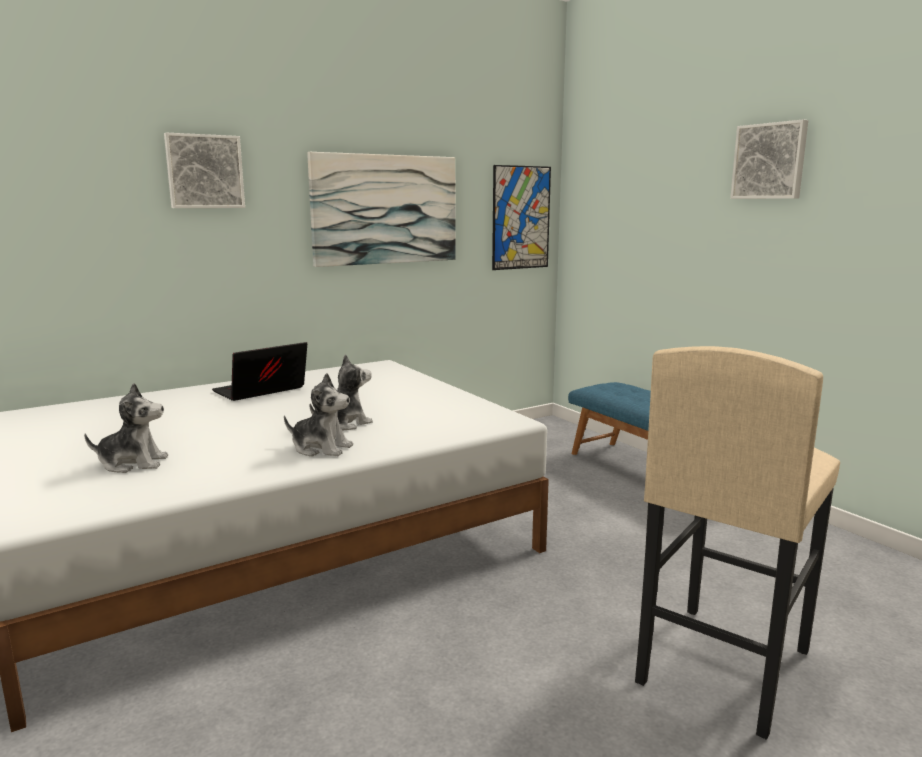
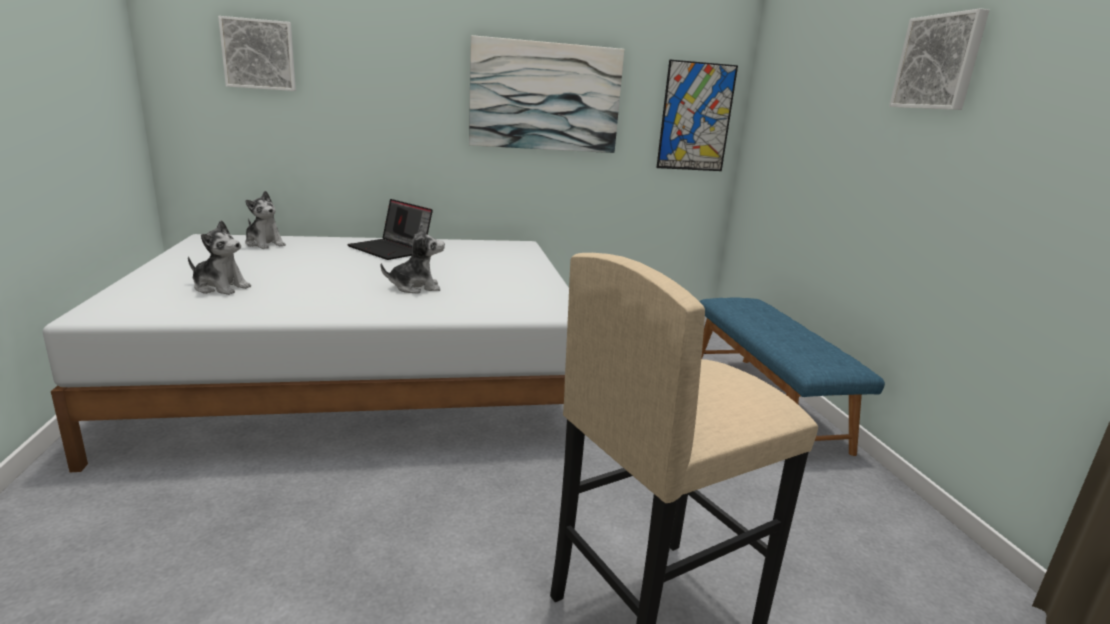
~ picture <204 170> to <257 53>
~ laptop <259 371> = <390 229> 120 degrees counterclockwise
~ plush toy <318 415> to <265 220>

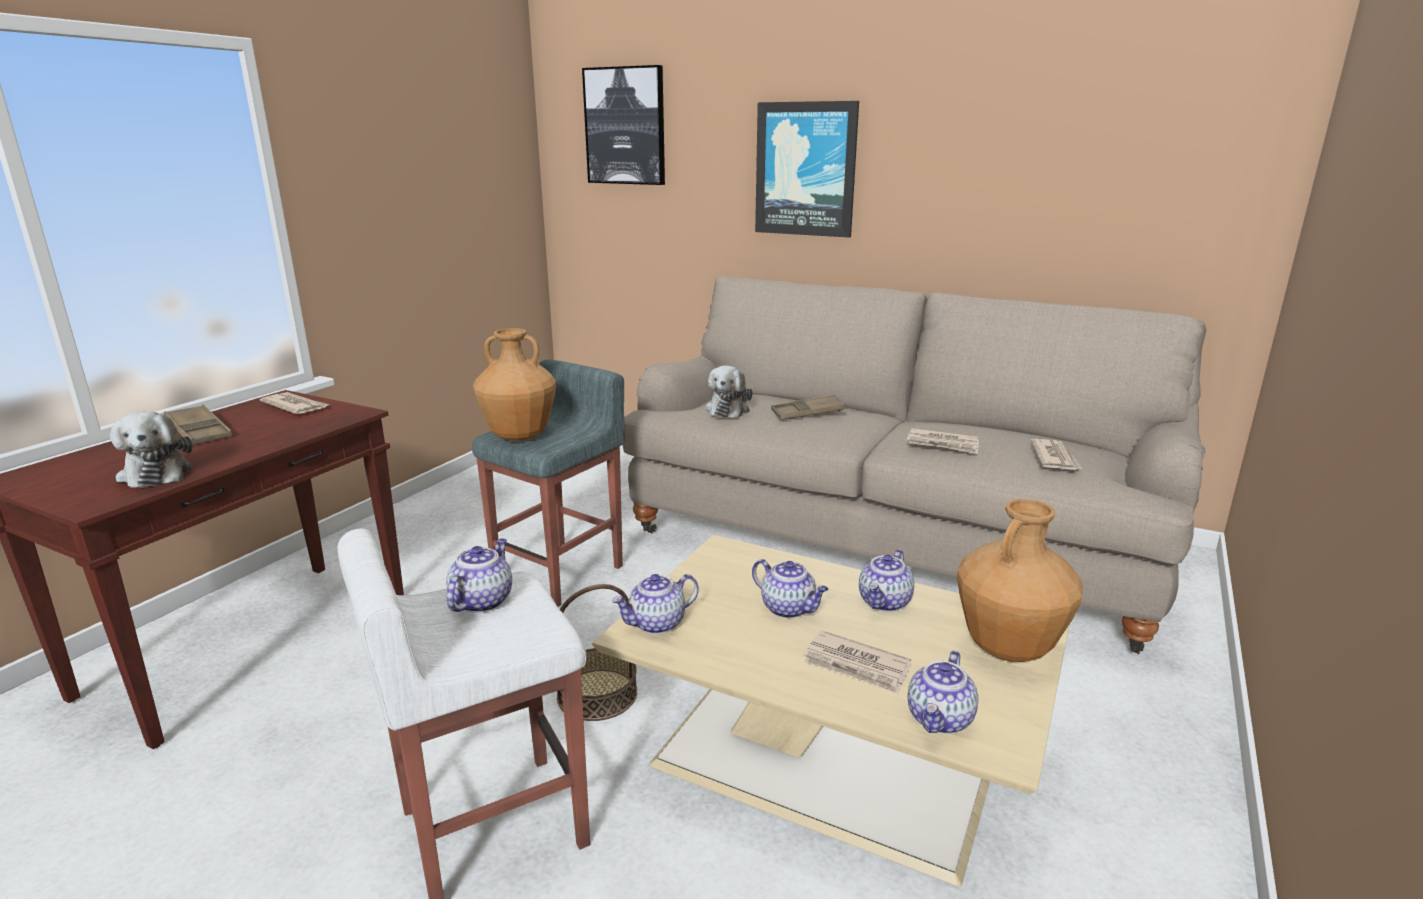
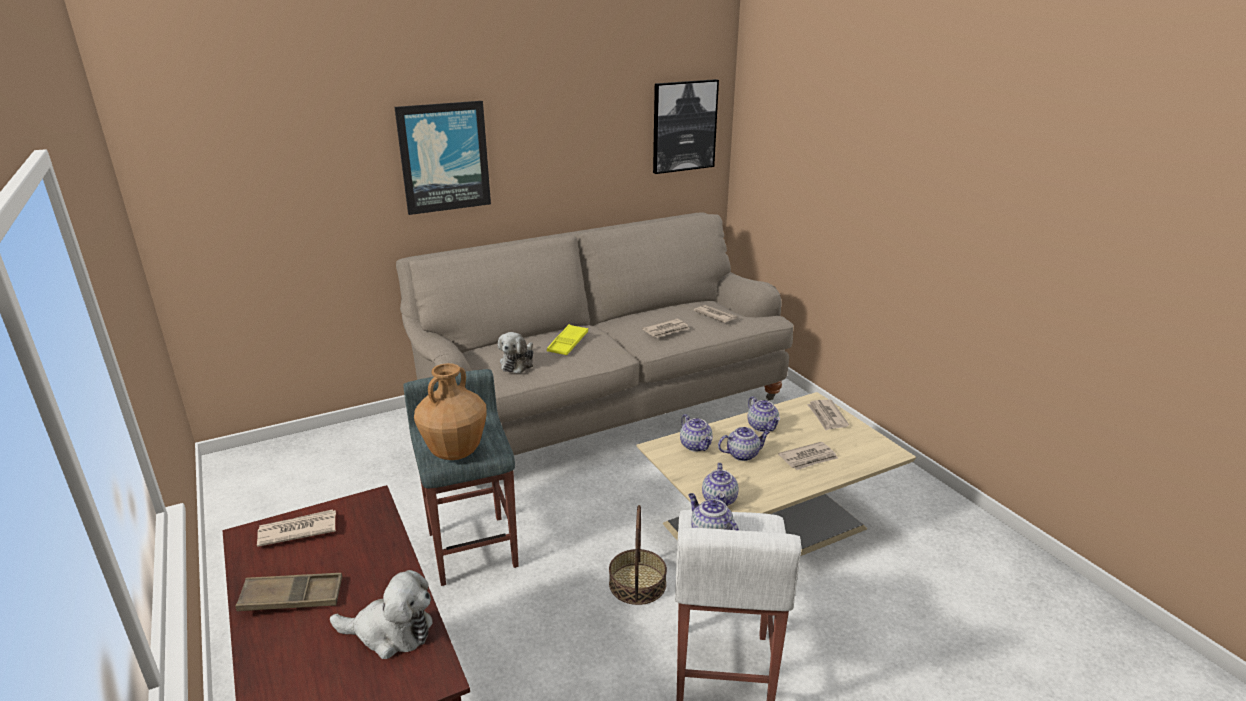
~ picture <623 125> to <686 126>
~ plush toy <729 391> = <515 353> 60 degrees clockwise
~ tray (brown) <808 407> to tray (yellow) <567 339>
~ teapot <943 692> to <696 433>
~ vase (brown) <1020 580> to newspaper <828 414>

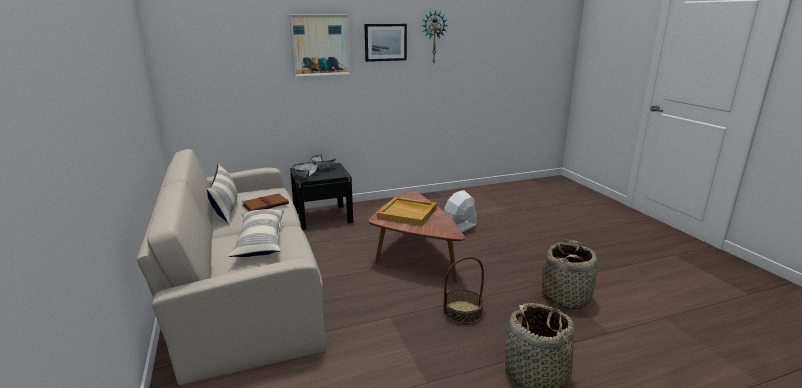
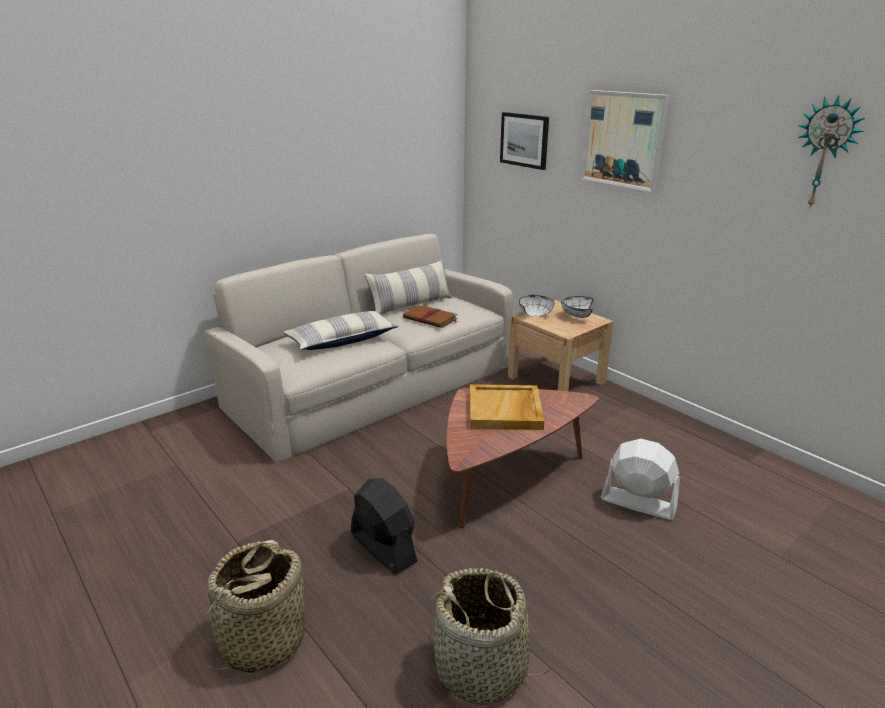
~ nightstand (black) <321 196> to nightstand (beige) <561 345>
~ picture <385 43> to <524 141>
~ basket <463 290> to fan (black) <384 526>

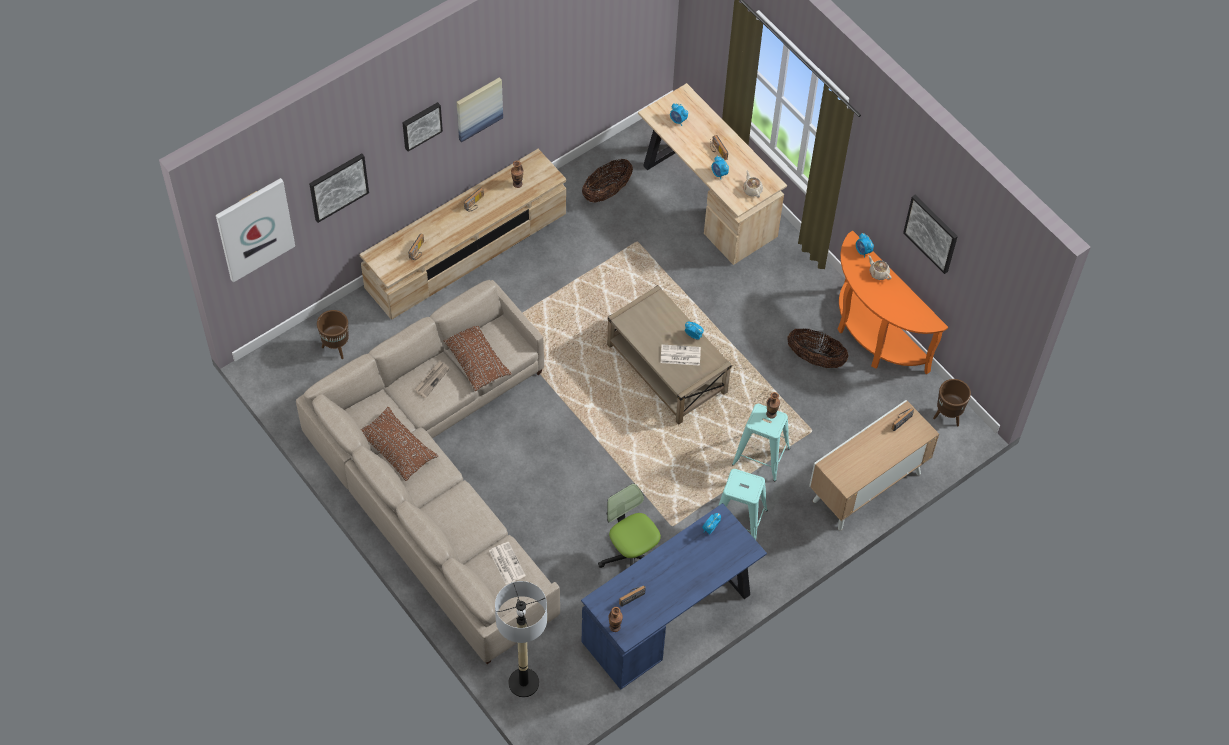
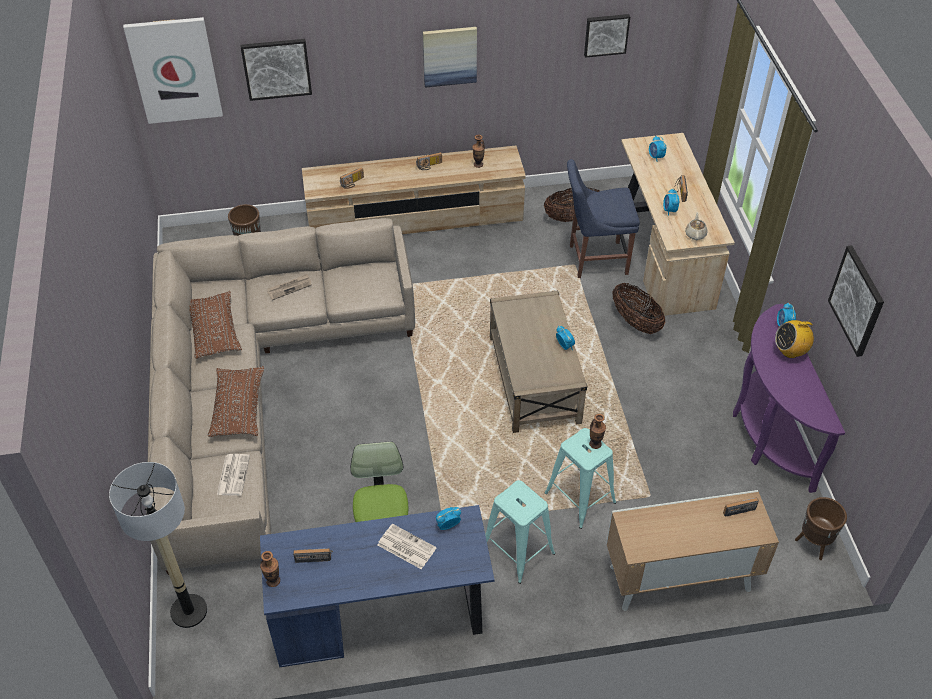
~ picture <422 127> to <607 36>
~ pillow (brown) <477 358> to <236 401>
~ newspaper <680 355> to <407 546>
~ basket <817 348> to <638 308>
~ console table (orange) <893 302> to console table (purple) <789 398>
~ teapot (beige) <880 267> to radio <794 339>
+ chair (blue) <603 218>

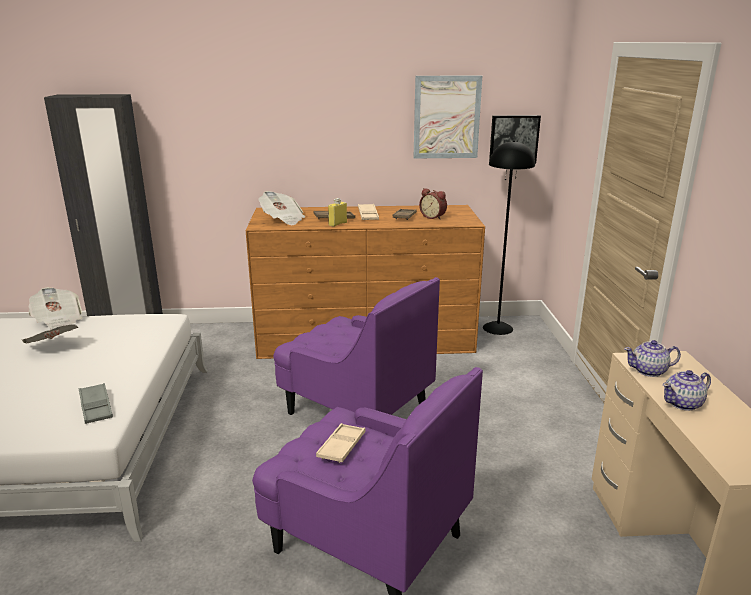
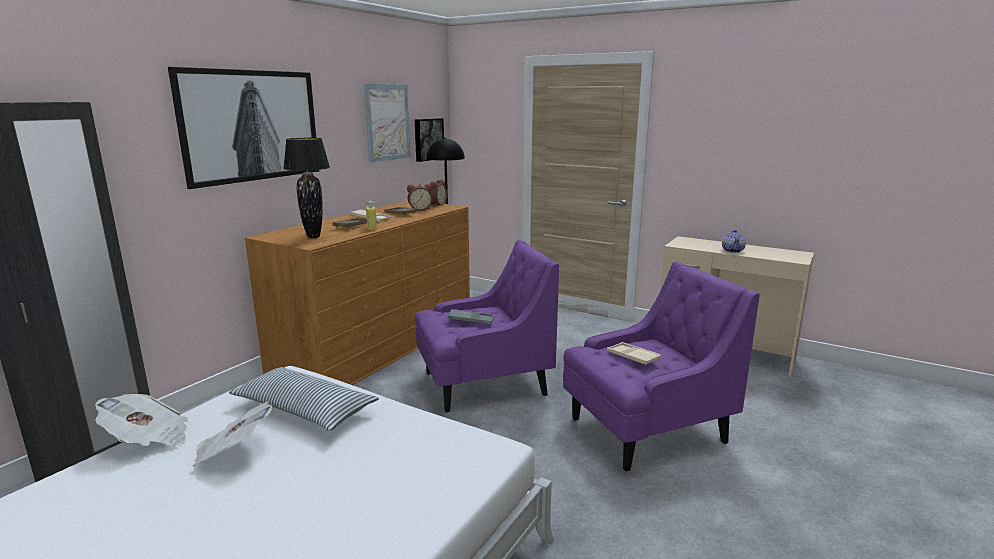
~ tray (grey) <96 403> to <471 316>
~ newspaper <282 208> to table lamp (black) <306 188>
- teapot <652 358>
+ picture <243 128>
+ pillow <304 399>
+ alarm clock <437 193>

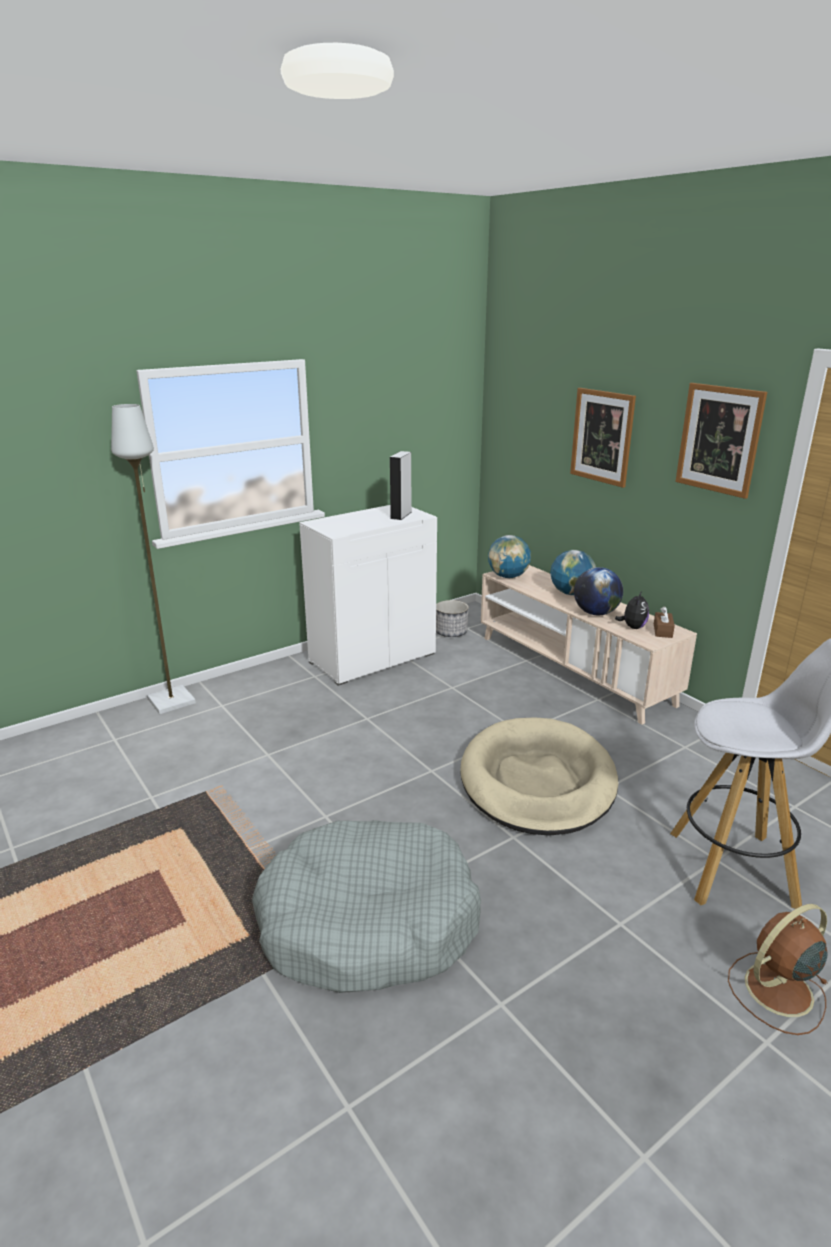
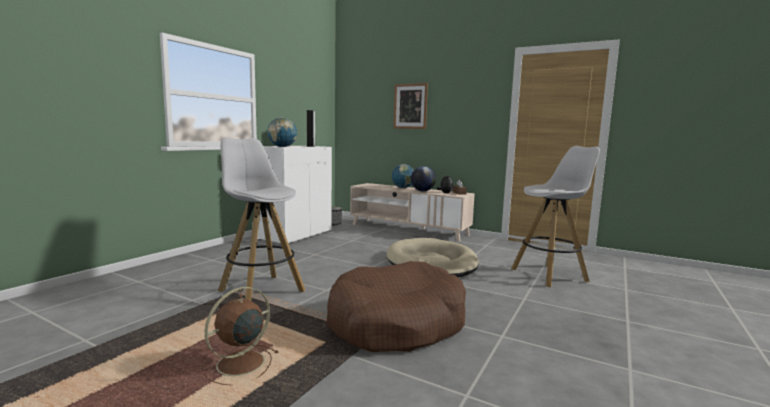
- floor lamp (grey) <153 559>
~ dog bed (grey) <366 906> to dog bed (brown) <396 306>
~ globe <509 556> to <282 132>
- picture <721 441>
~ fan (brown) <778 969> to <240 336>
+ stool (white) <261 219>

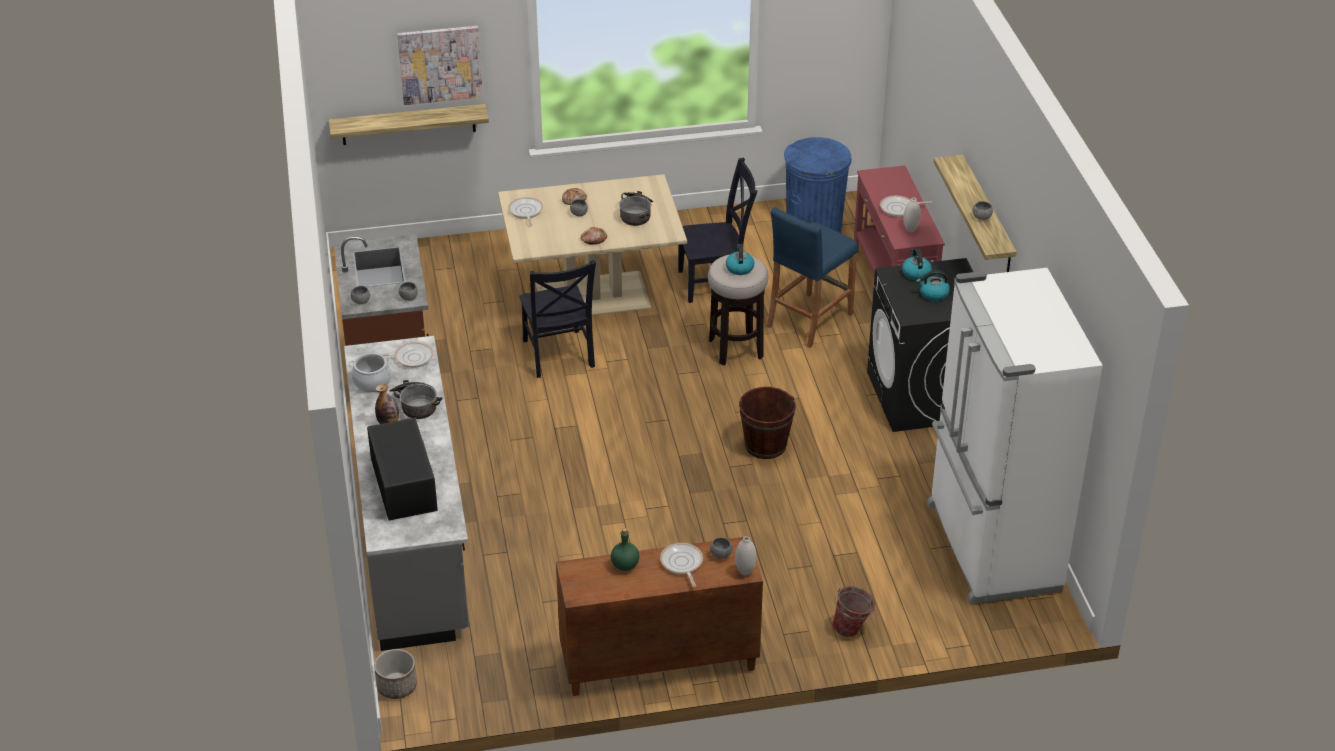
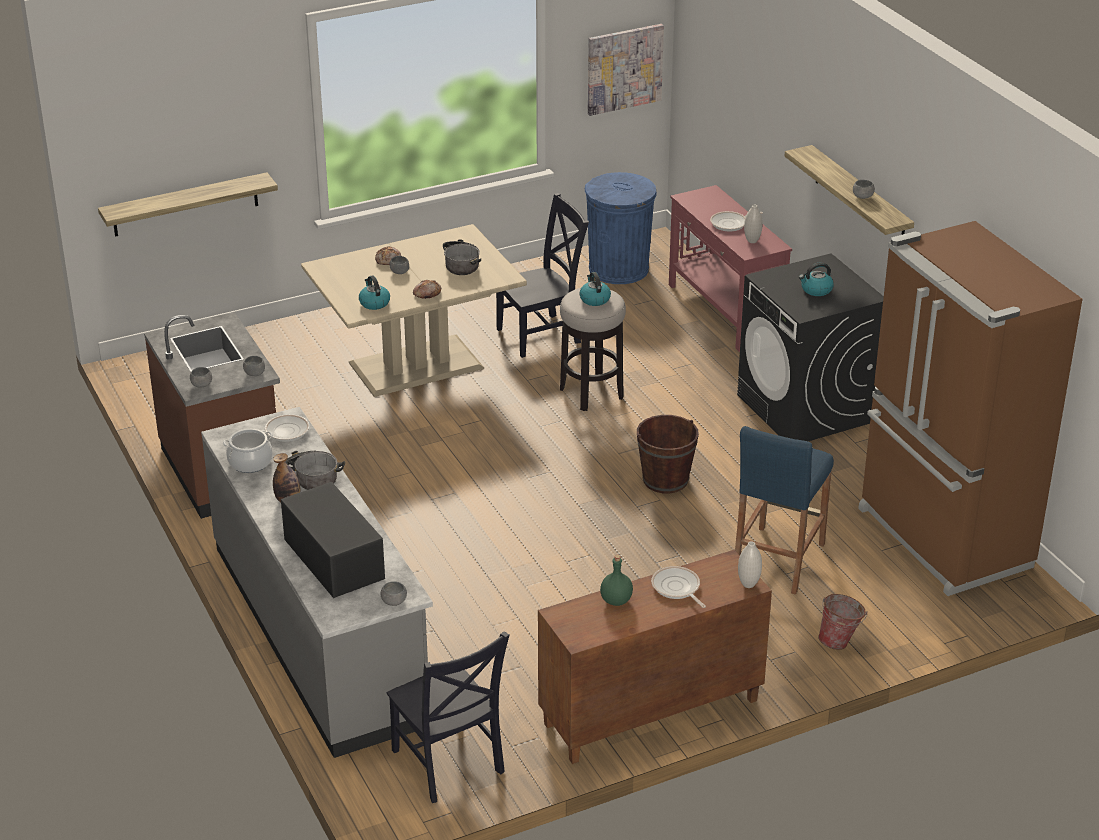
- planter <395 674>
~ picture <440 65> to <626 70>
- frying pan <525 212>
~ chair (black) <557 319> to <448 717>
~ bowl (grey) <721 548> to <394 593>
~ stool (blue) <812 277> to <784 510>
~ kettle <917 264> to <374 293>
~ fridge (white) <1015 436> to fridge (brown) <970 408>

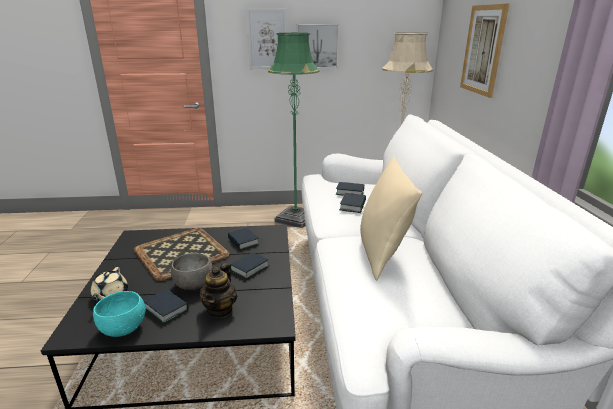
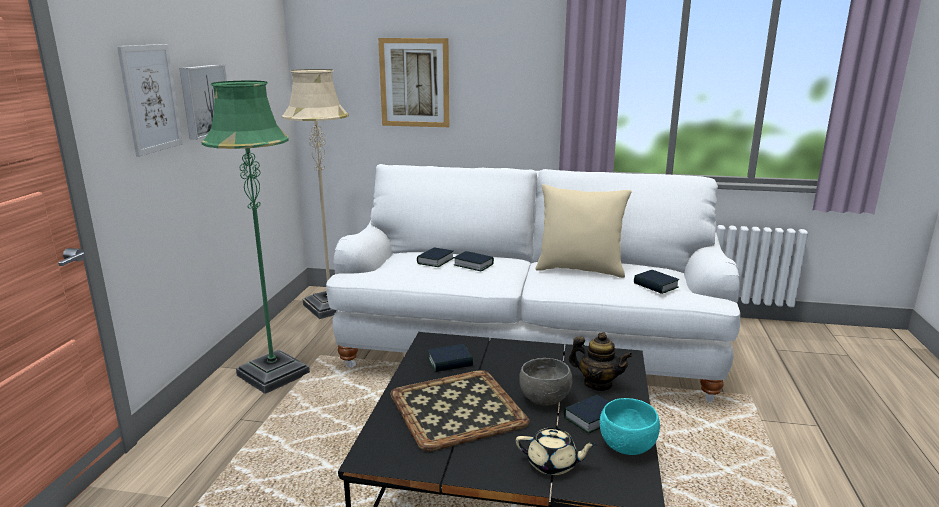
~ book <249 265> to <656 282>

